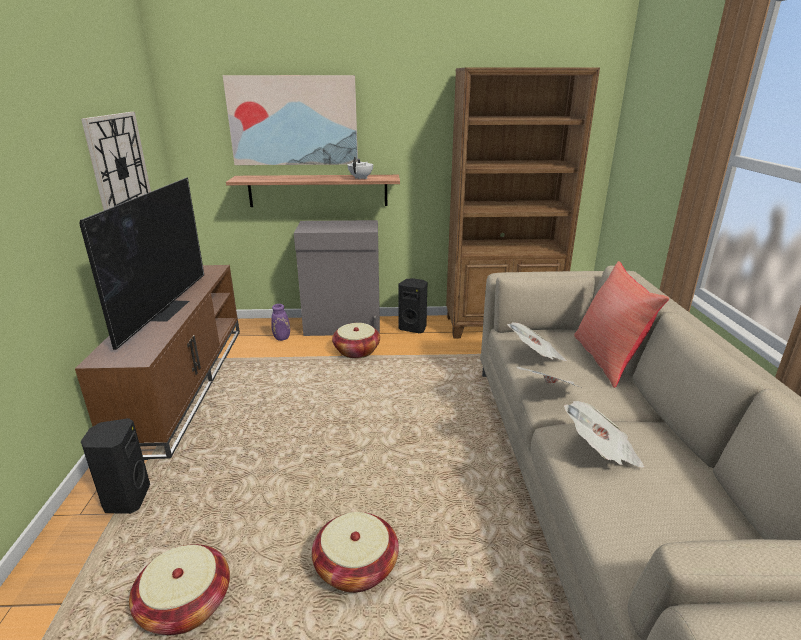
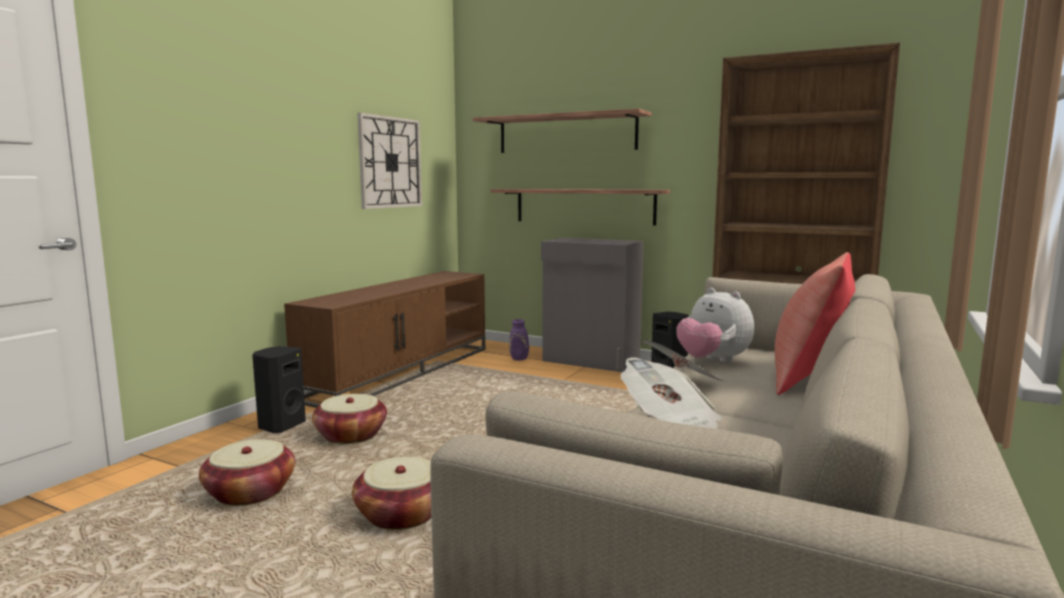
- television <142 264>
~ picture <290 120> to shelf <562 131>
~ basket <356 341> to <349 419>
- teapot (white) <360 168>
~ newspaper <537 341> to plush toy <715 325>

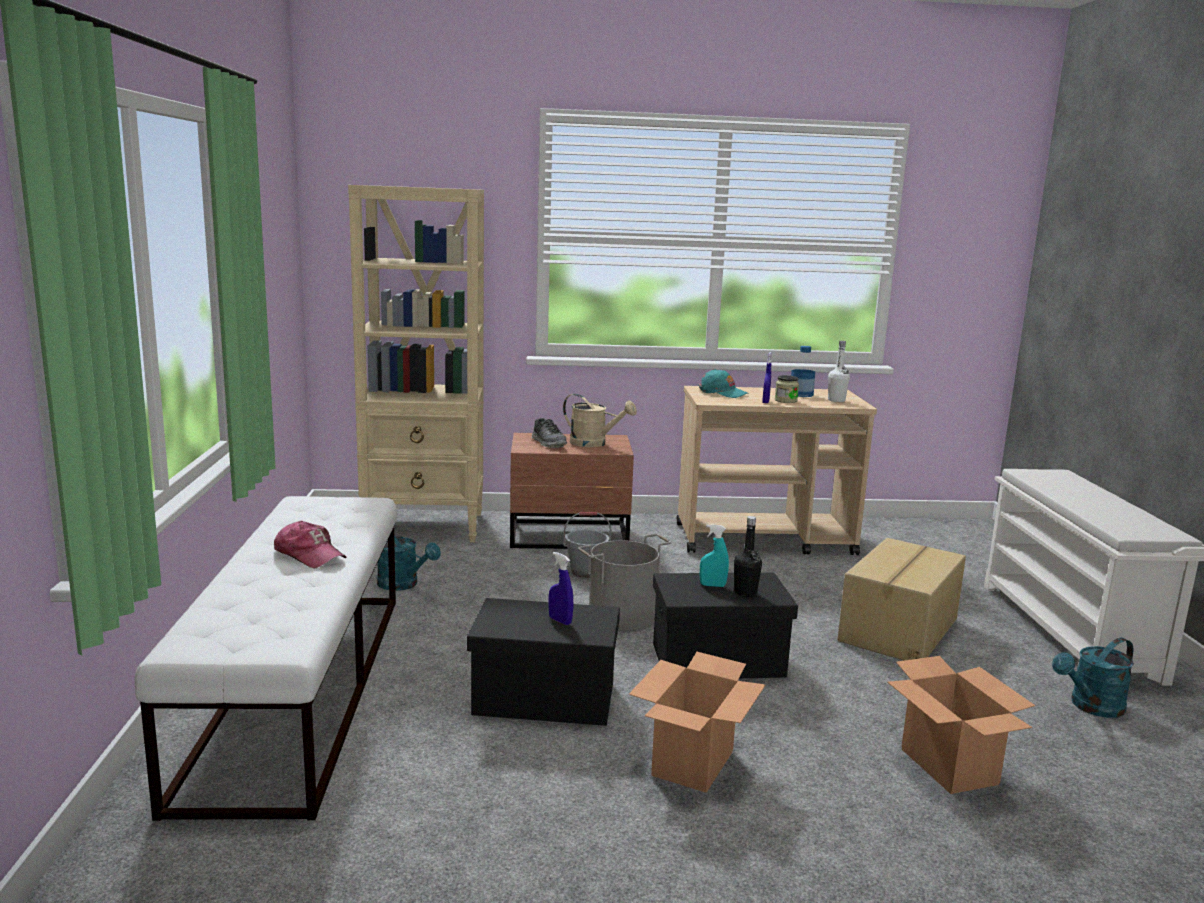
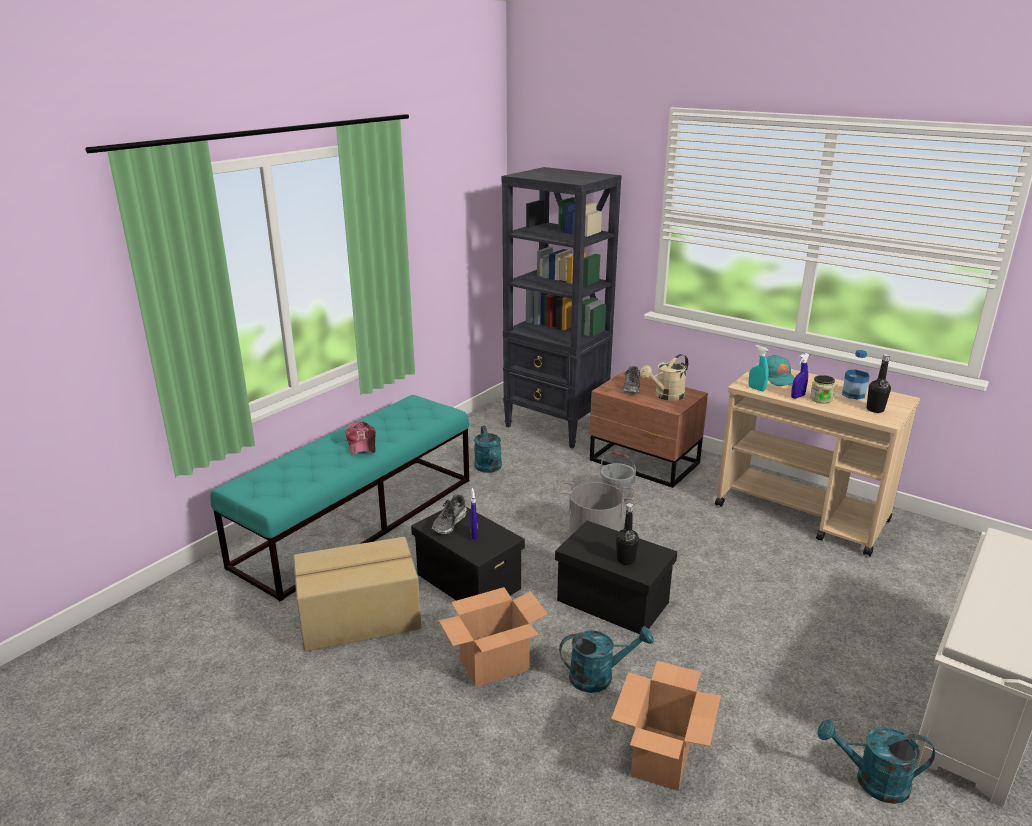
~ bench (white) <266 658> to bench (turquoise) <339 498>
~ bookcase (beige) <416 364> to bookcase (black) <562 308>
~ watering can (beige) <600 420> = <664 377> 75 degrees clockwise
~ spray bottle (turquoise) <714 555> to <759 368>
~ bottle (white) <839 371> to bottle (black) <878 383>
~ cardboard box <901 599> to <357 594>
+ shoe <449 514>
+ watering can (turquoise) <606 659>

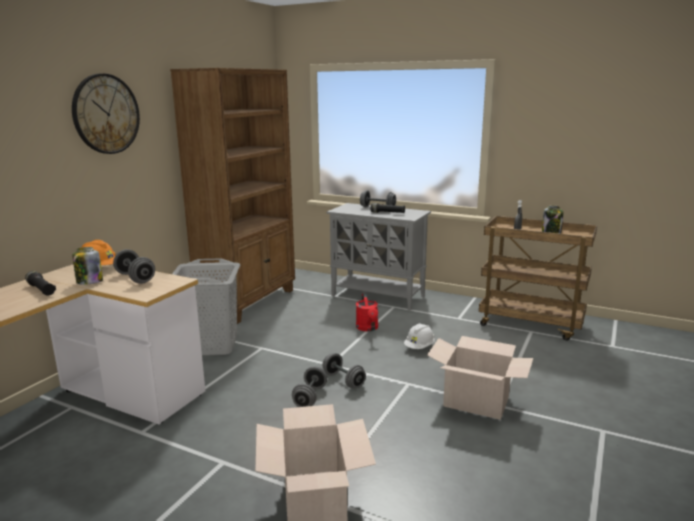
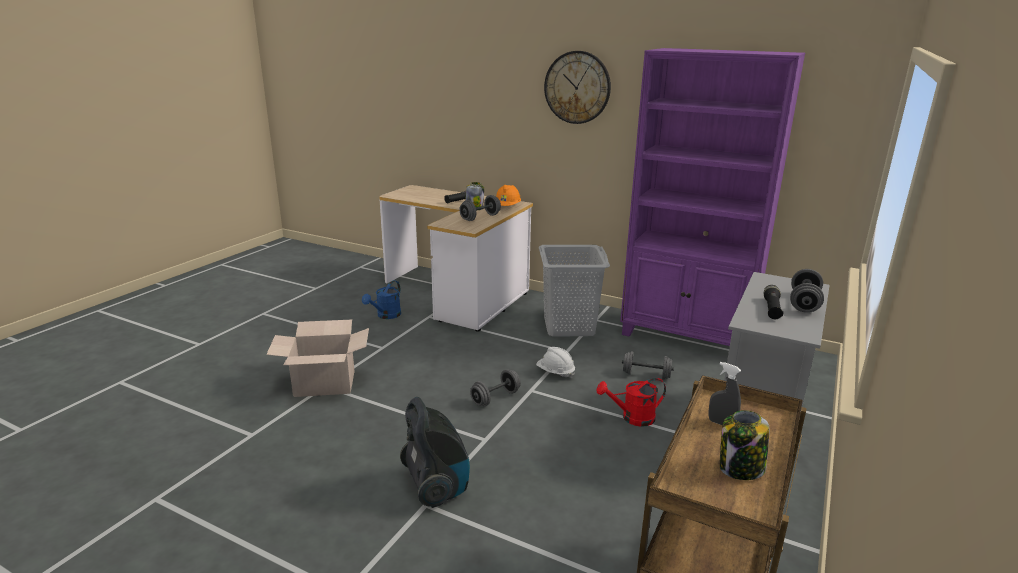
~ bookcase (brown) <232 196> to bookcase (purple) <712 197>
~ dumbbell (grey) <309 386> to <648 365>
~ hard hat (white) <419 336> to <555 362>
~ cardboard box <480 378> to vacuum cleaner <435 452>
+ watering can (blue) <381 299>

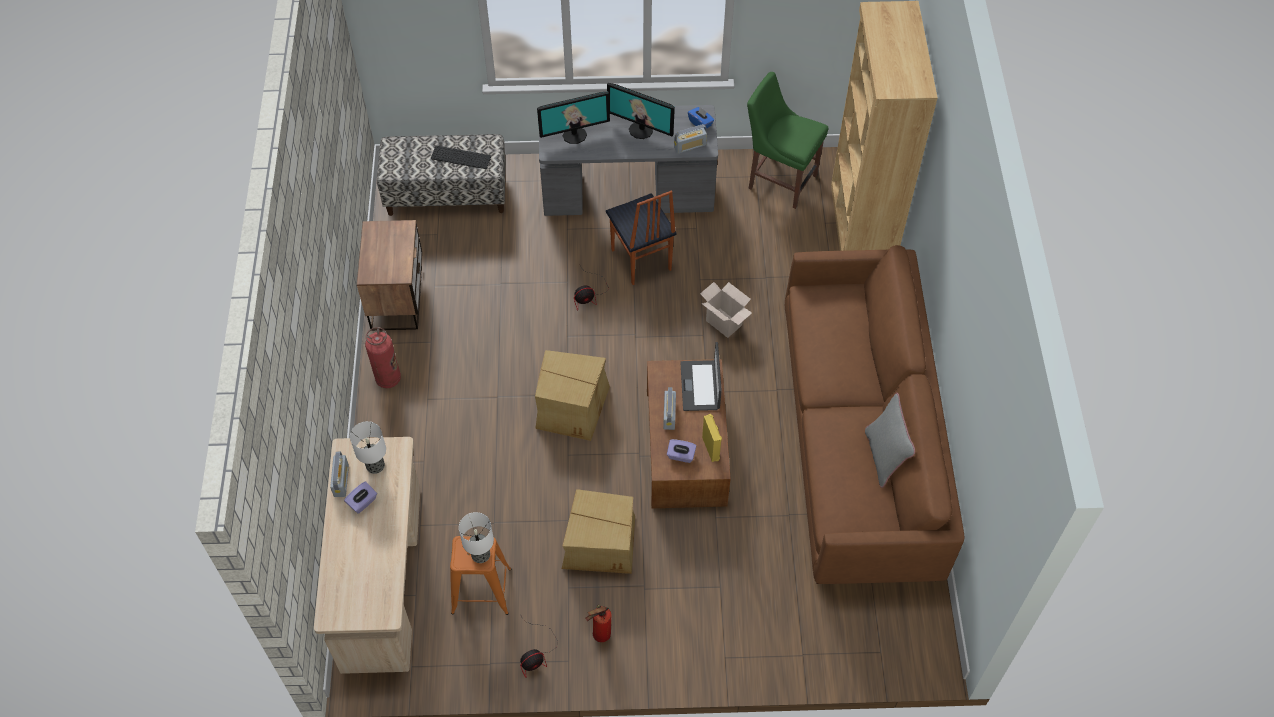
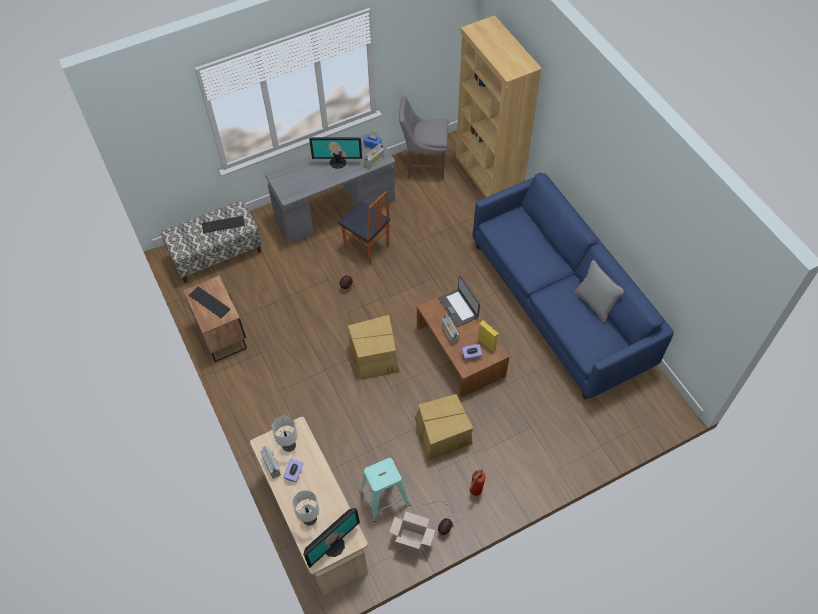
- fire extinguisher <383 357>
~ stool (orange) <480 575> to stool (turquoise) <384 490>
~ table lamp <476 537> to <305 508>
~ monitor <573 117> to <331 538>
~ cardboard box <726 310> to <412 532>
~ chair (green) <787 140> to chair (grey) <424 138>
~ sofa (brown) <874 414> to sofa (blue) <573 286>
+ keyboard <209 302>

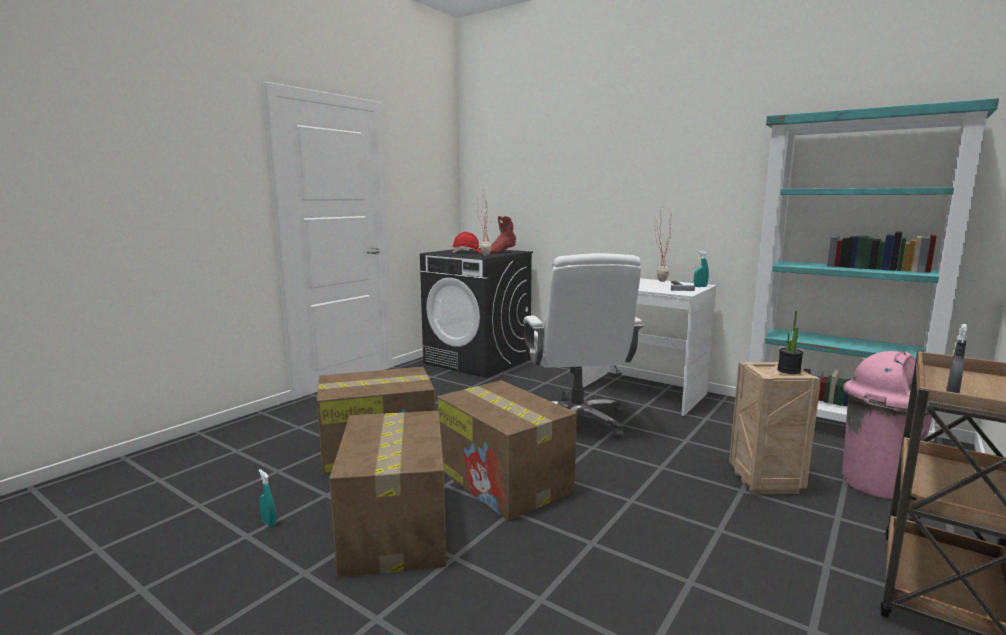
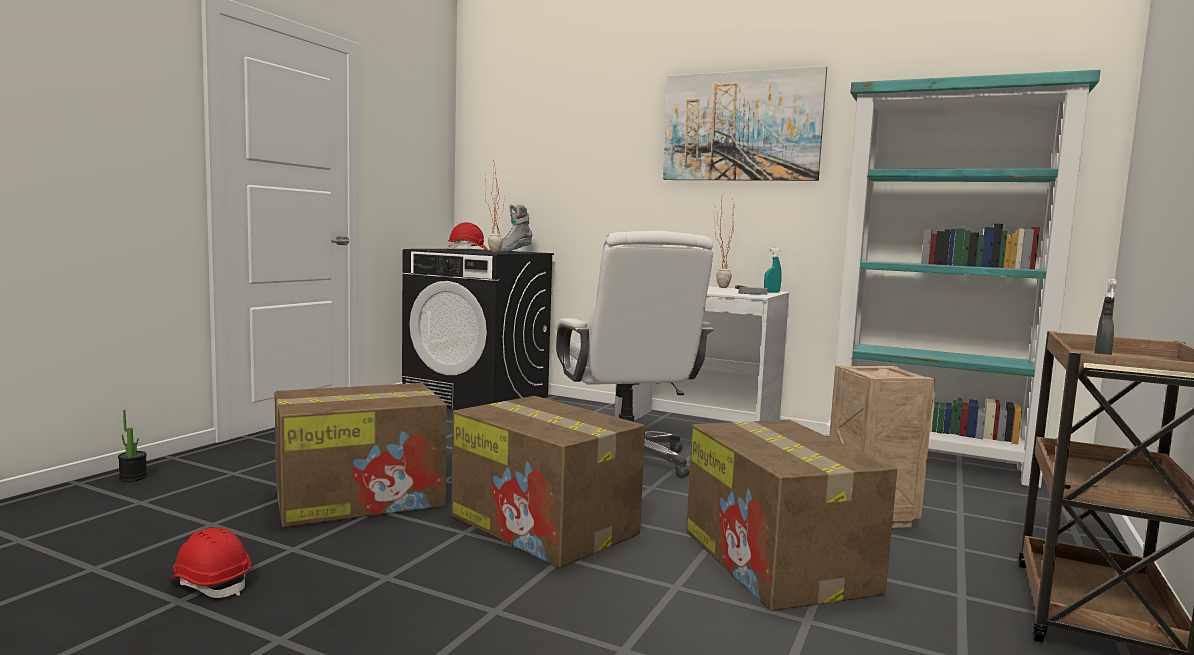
~ spray bottle (turquoise) <267 498> to hard hat (red) <209 563>
~ cardboard box <387 494> to <791 515>
~ boot (red) <503 234> to boot (grey) <516 228>
~ potted plant <790 342> to <132 446>
- trash can (pink) <889 425>
+ picture <745 123>

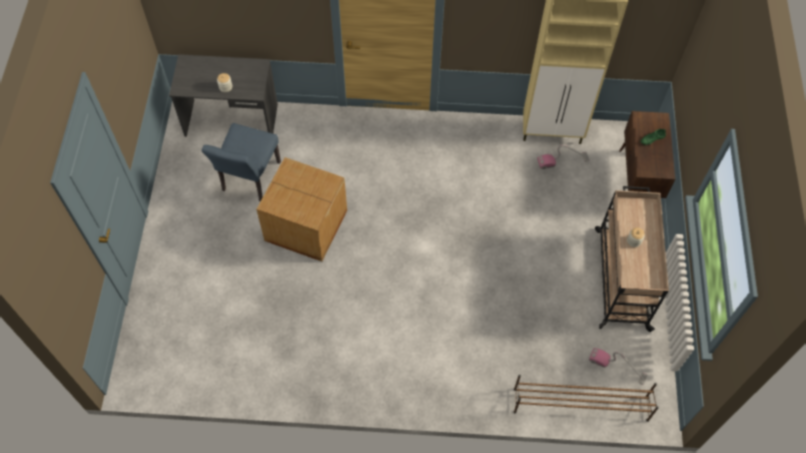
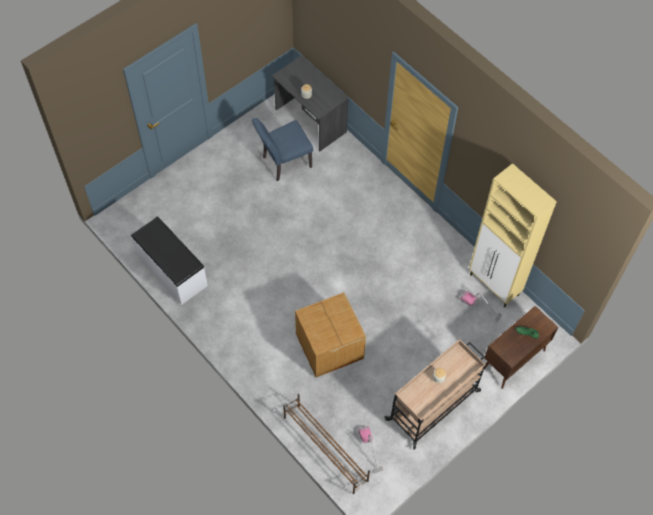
~ cardboard box <301 209> to <330 334>
+ bench (white) <169 260>

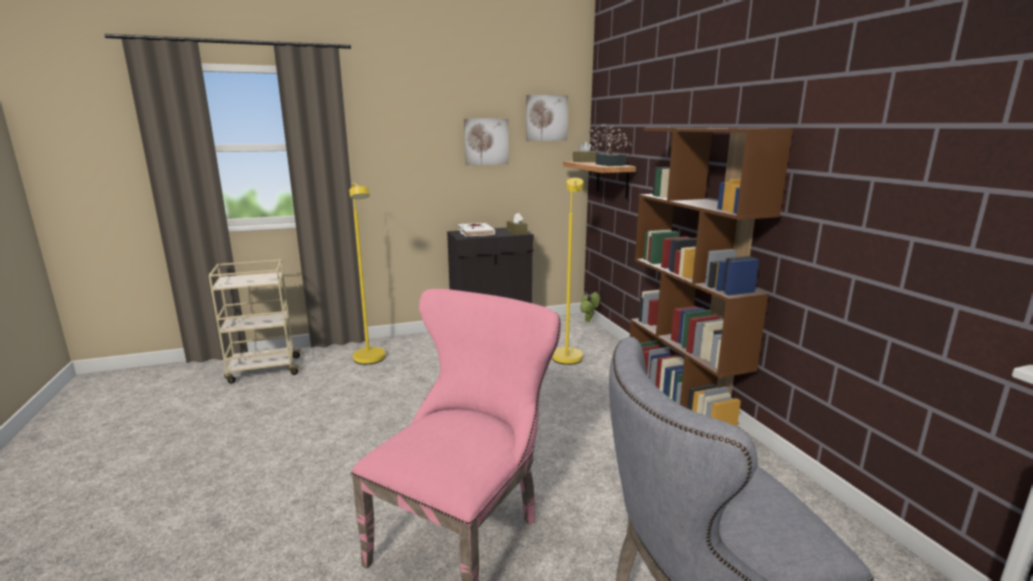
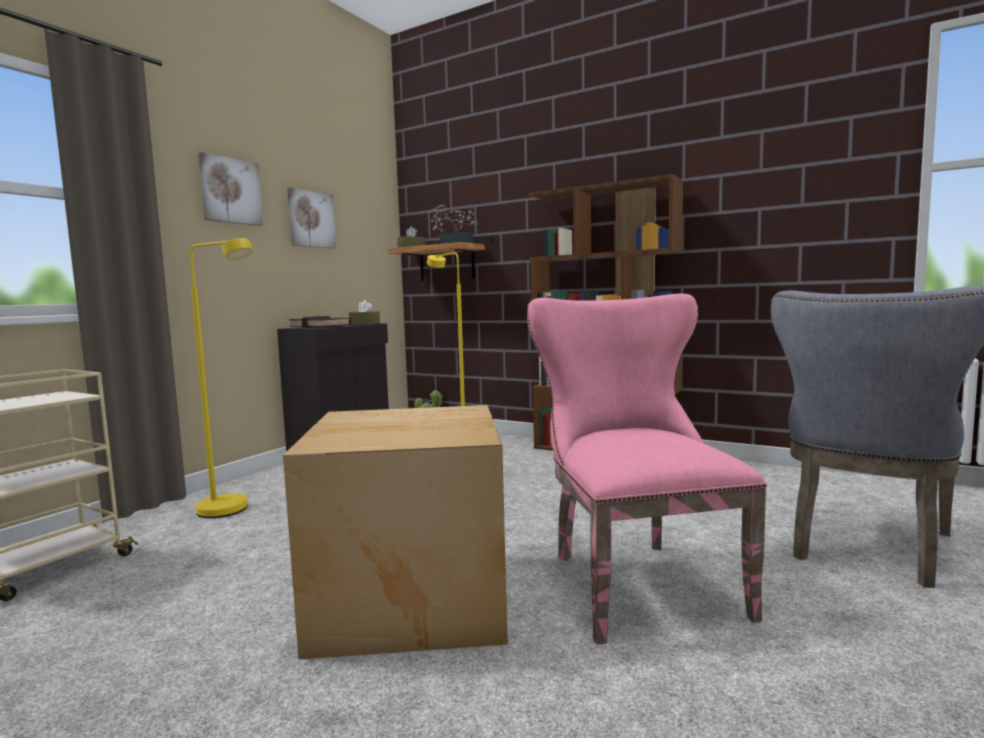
~ book (white) <476 229> to book (black) <320 322>
~ picture <547 118> to <230 189>
+ cardboard box <395 532>

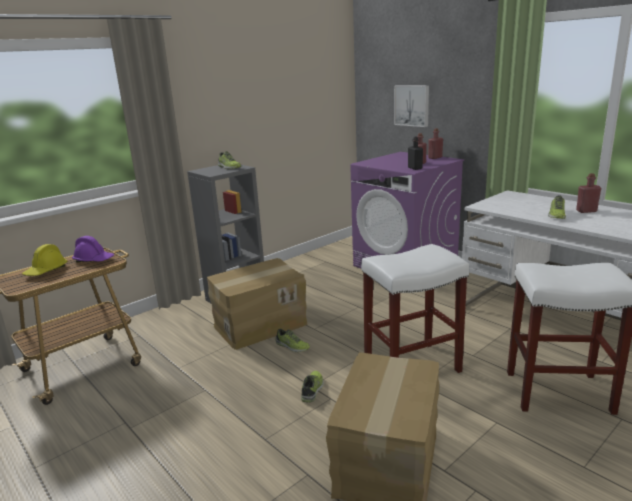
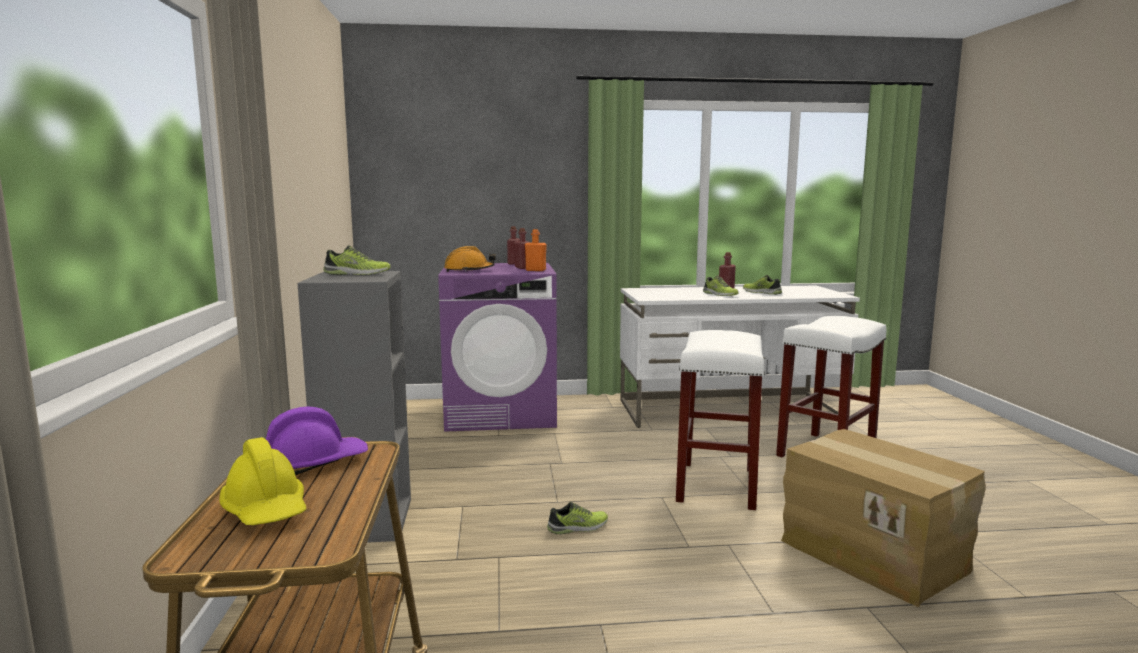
- cardboard box <257 304>
~ shoe <312 387> to <762 285>
- picture <411 106>
~ bottle (black) <415 153> to bottle (orange) <536 250>
+ hard hat (orange) <470 259>

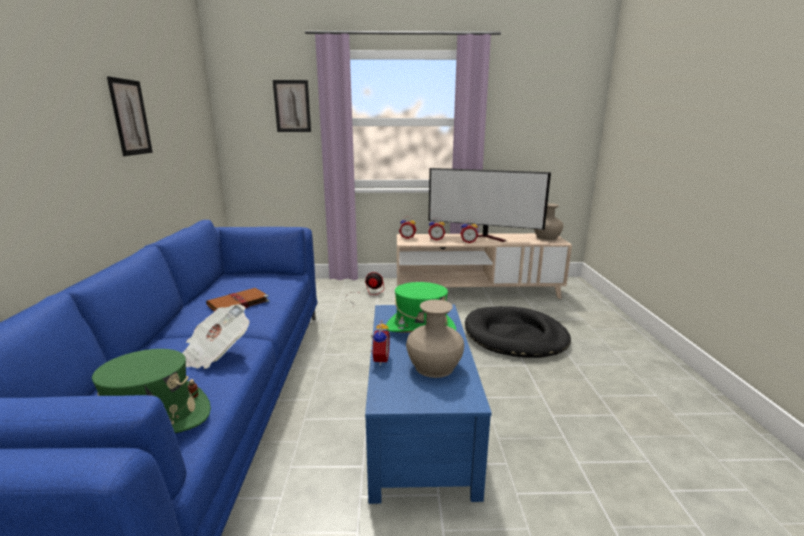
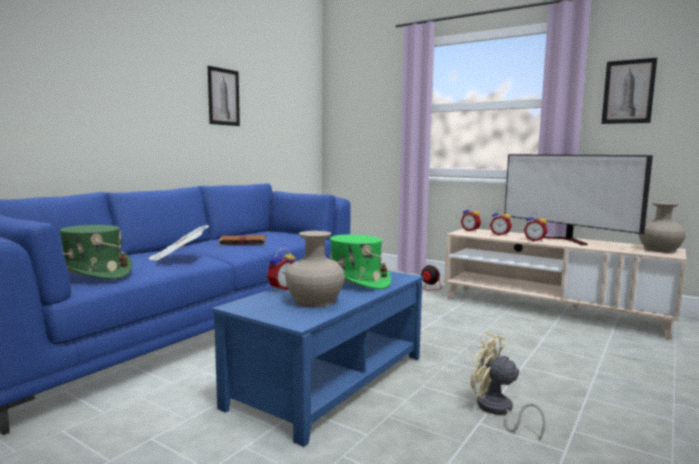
~ picture <292 106> to <629 91>
- dog bed (black) <518 332>
+ fan (beige) <508 387>

